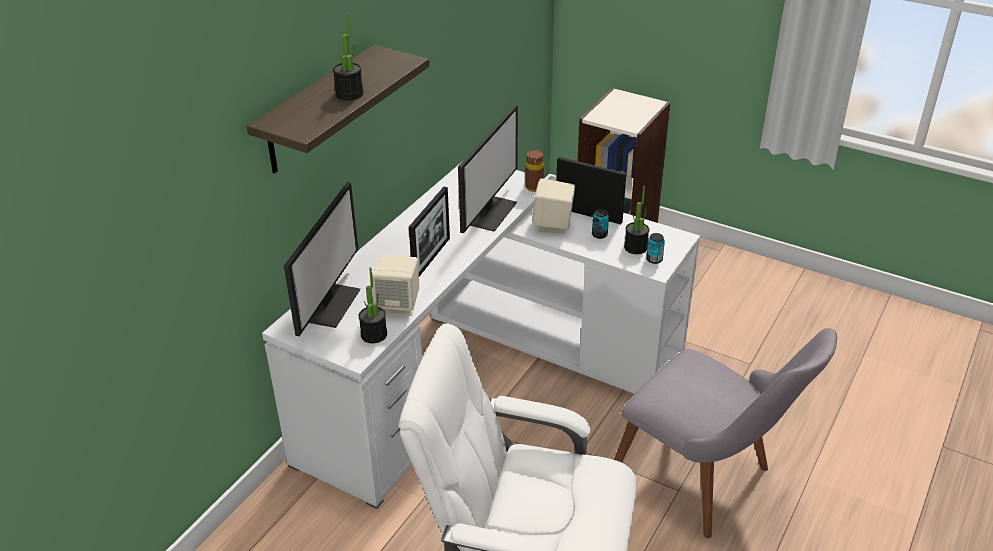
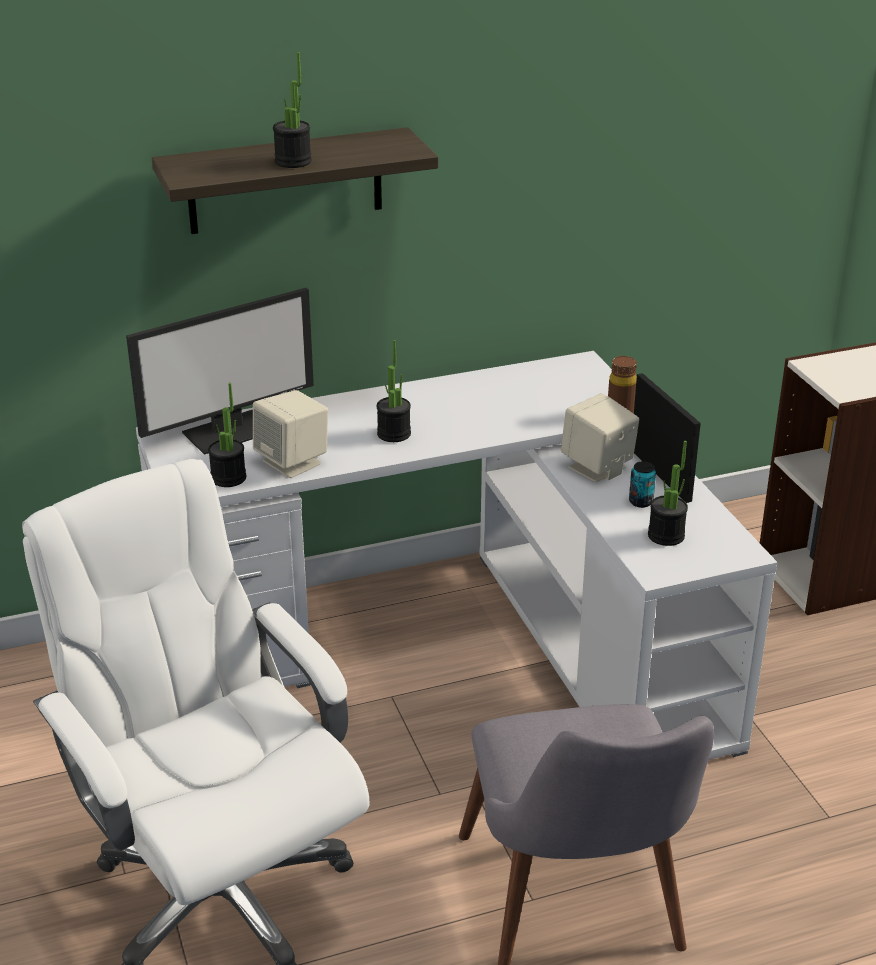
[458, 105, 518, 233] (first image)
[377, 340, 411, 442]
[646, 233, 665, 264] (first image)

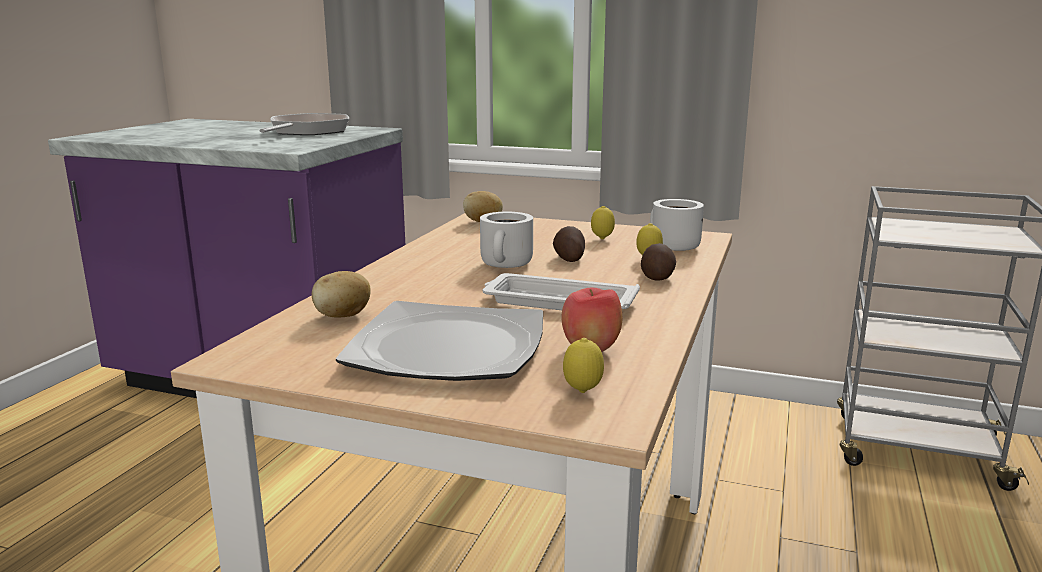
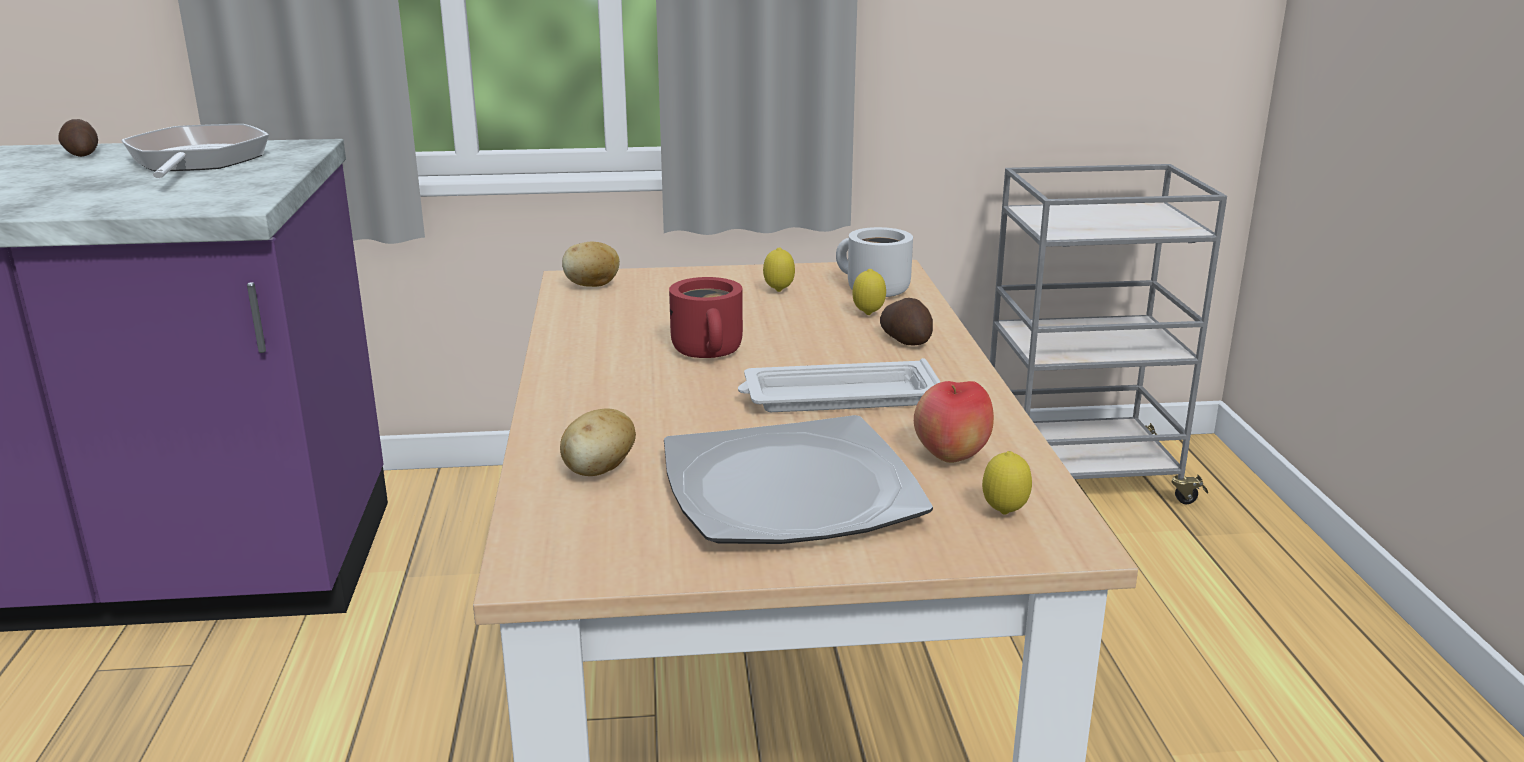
[669, 277, 743, 358]
[58, 119, 98, 157]

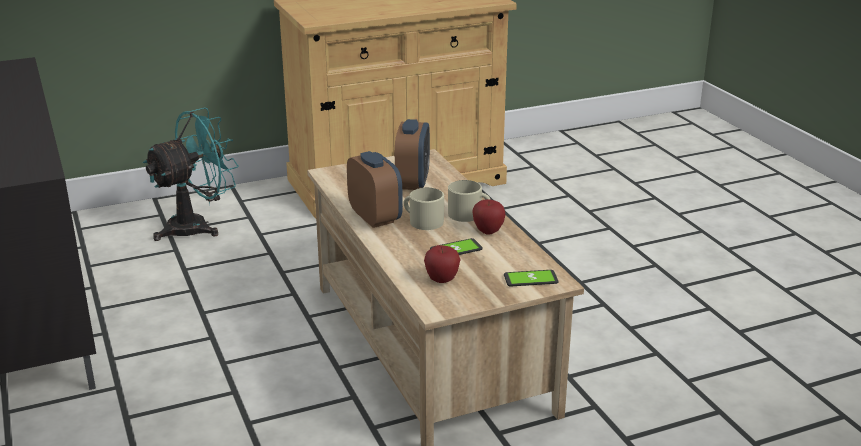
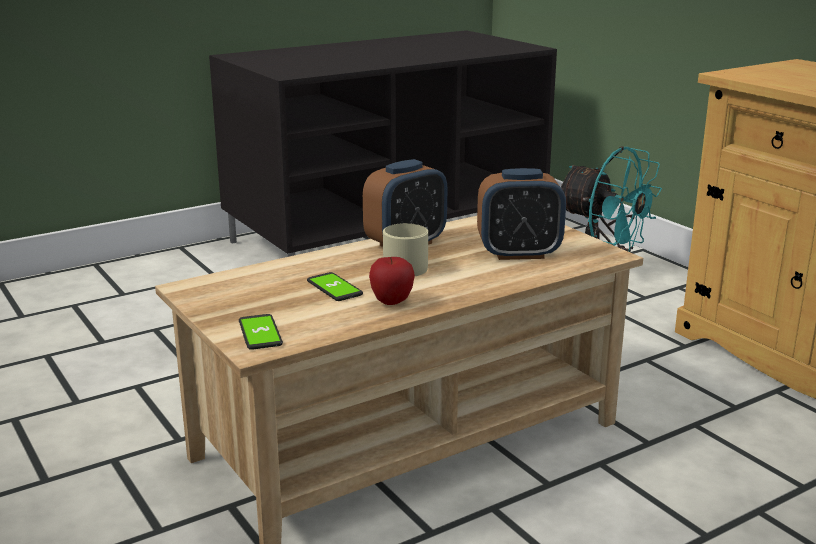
[448, 180, 491, 222] (first image)
[424, 245, 461, 283] (first image)

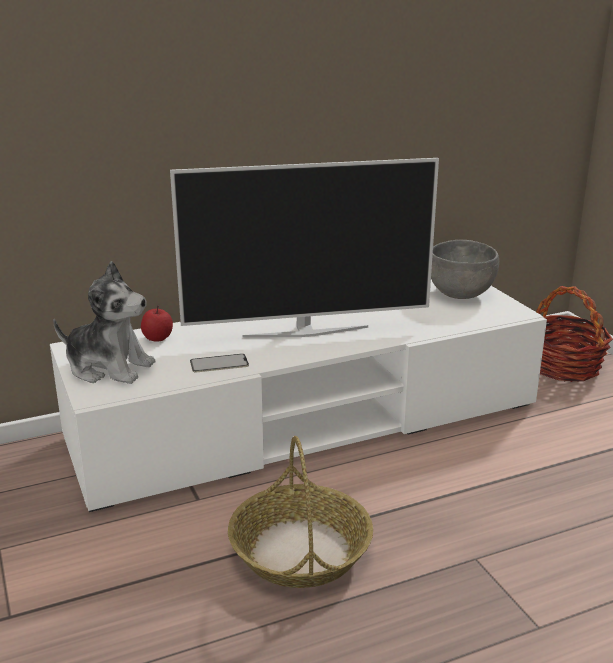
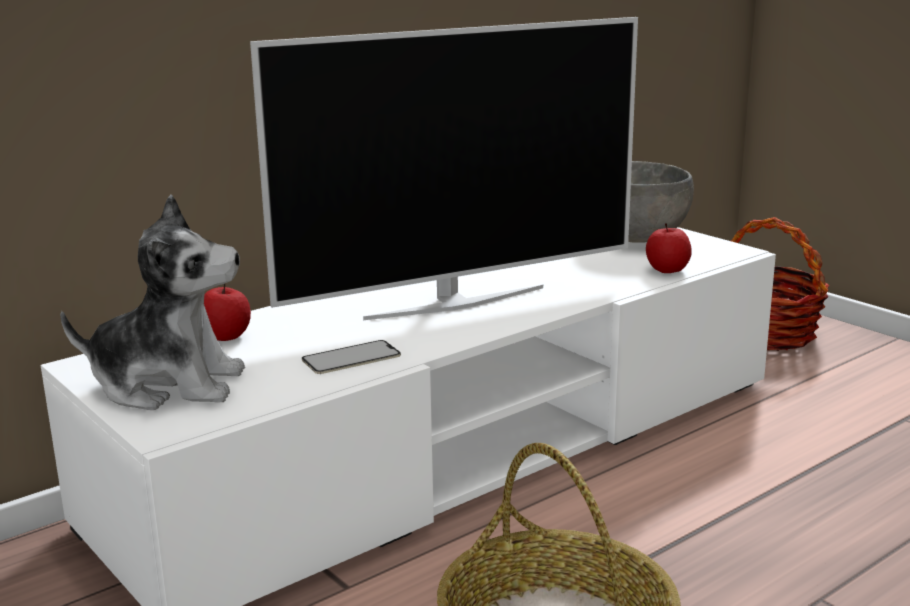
[646, 223, 692, 273]

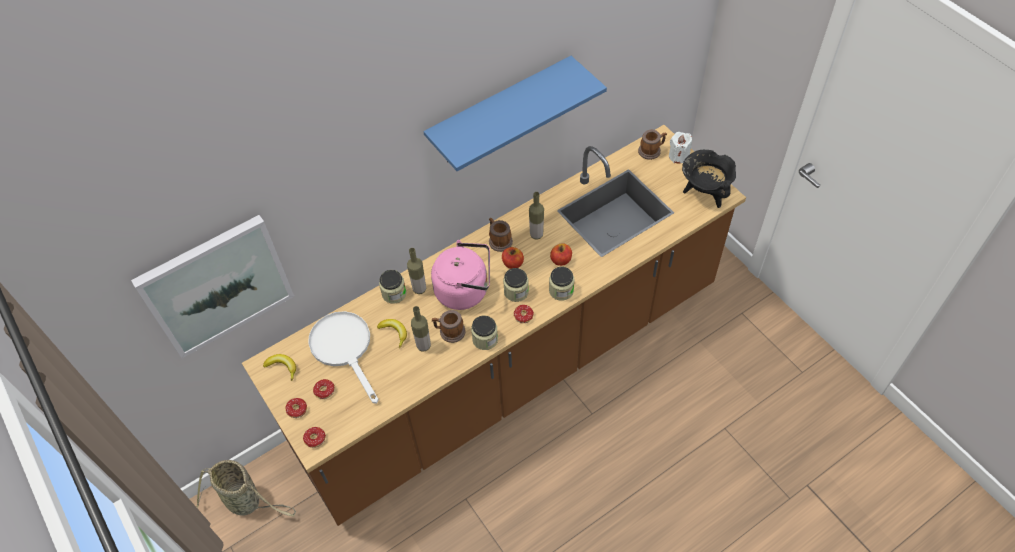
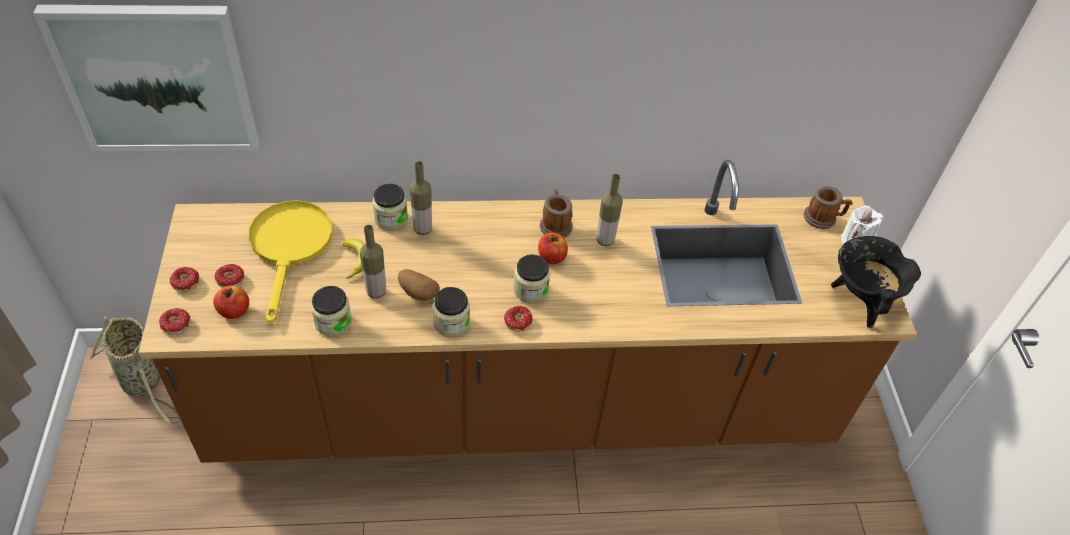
[423, 56, 607, 171] (first image)
[431, 240, 490, 310] (first image)
[213, 286, 249, 319]
[311, 286, 352, 337]
[398, 269, 440, 301]
[249, 200, 332, 324]
[263, 354, 296, 381] (first image)

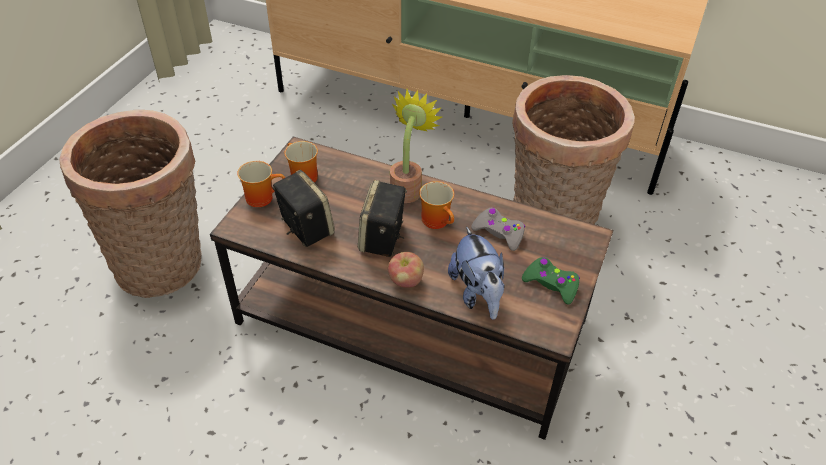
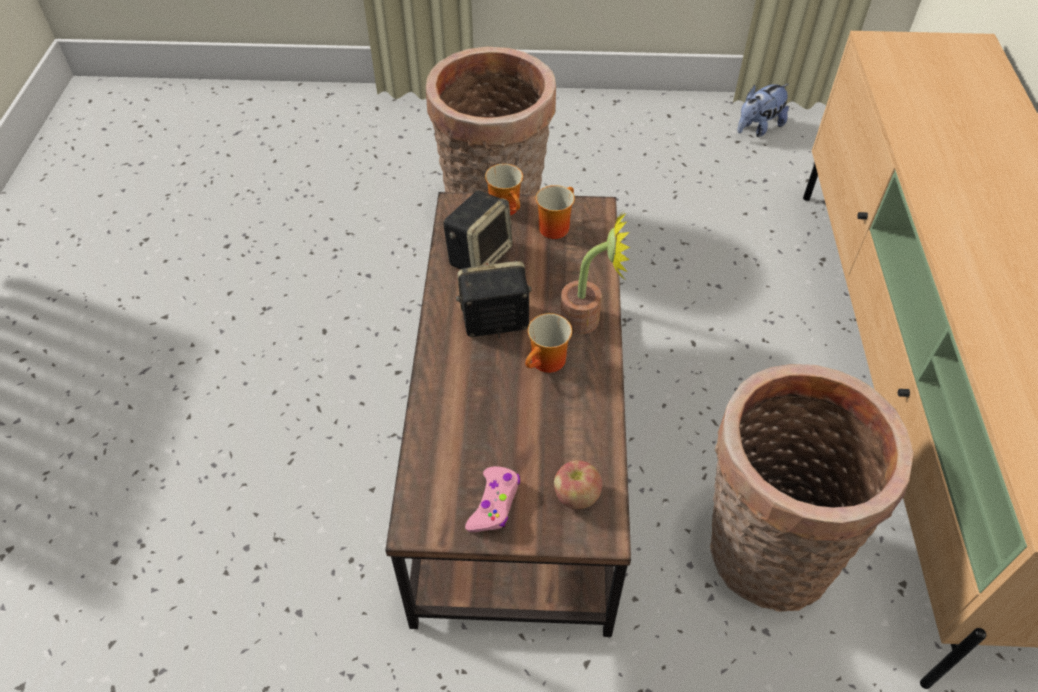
[471, 207, 525, 251] (first image)
[737, 84, 789, 137]
[554, 460, 602, 509]
[465, 466, 520, 532]

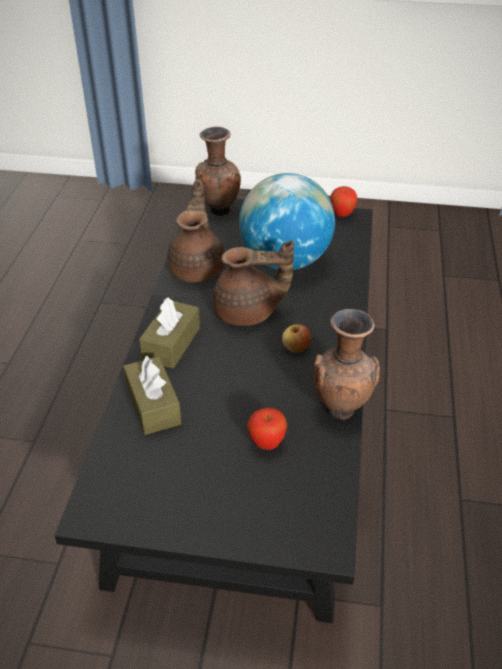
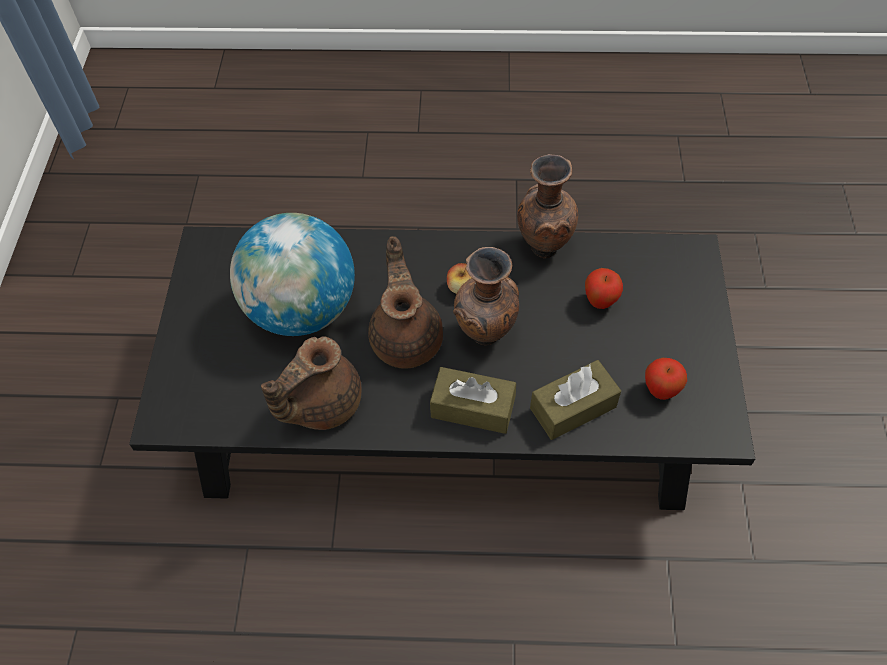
[453, 247, 519, 346]
[261, 337, 361, 430]
[645, 358, 687, 400]

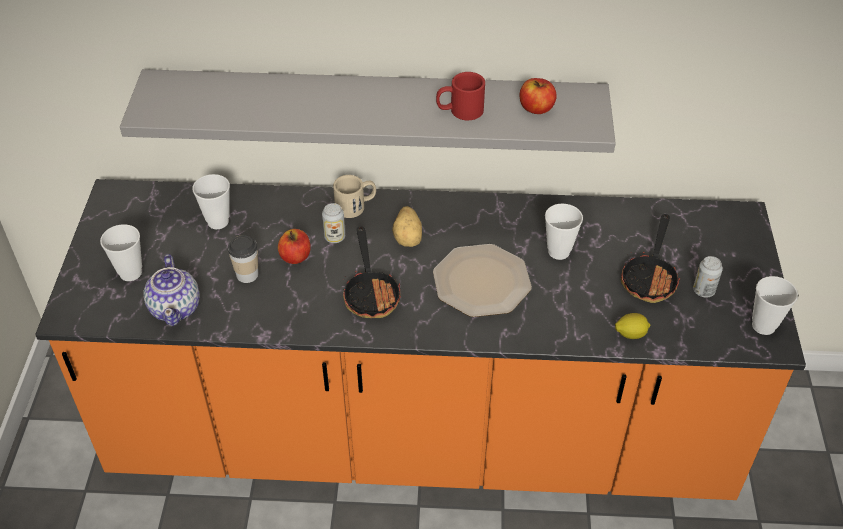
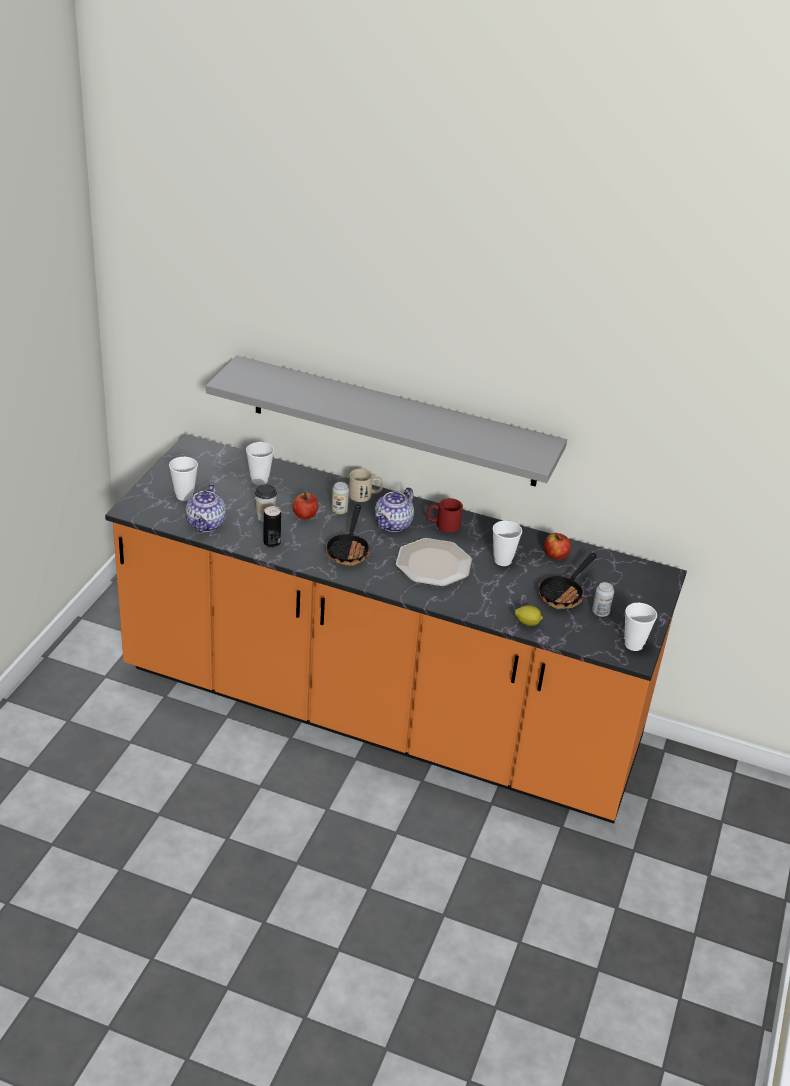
[427, 498, 463, 533]
[544, 533, 571, 560]
[374, 487, 414, 532]
[263, 506, 281, 547]

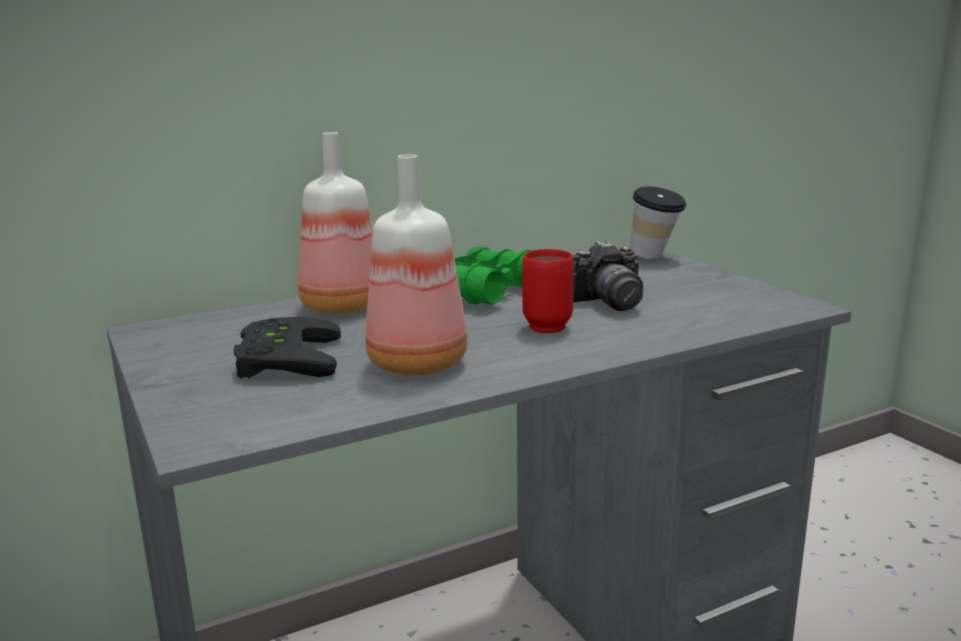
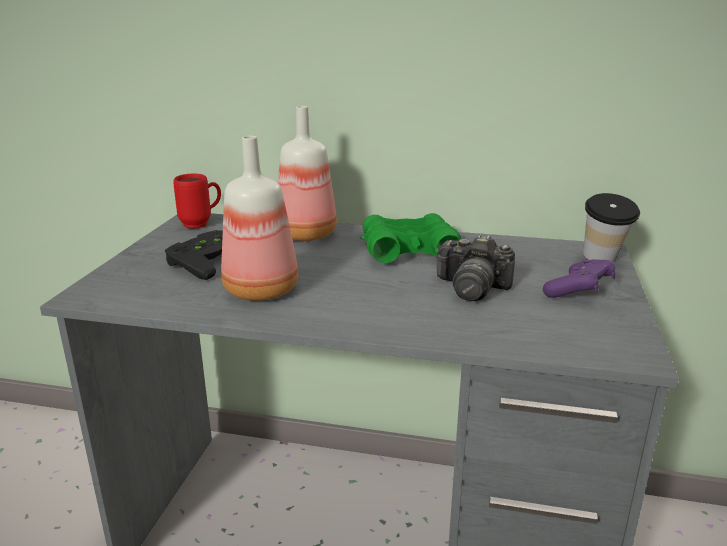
[174, 174, 221, 229]
[543, 259, 615, 298]

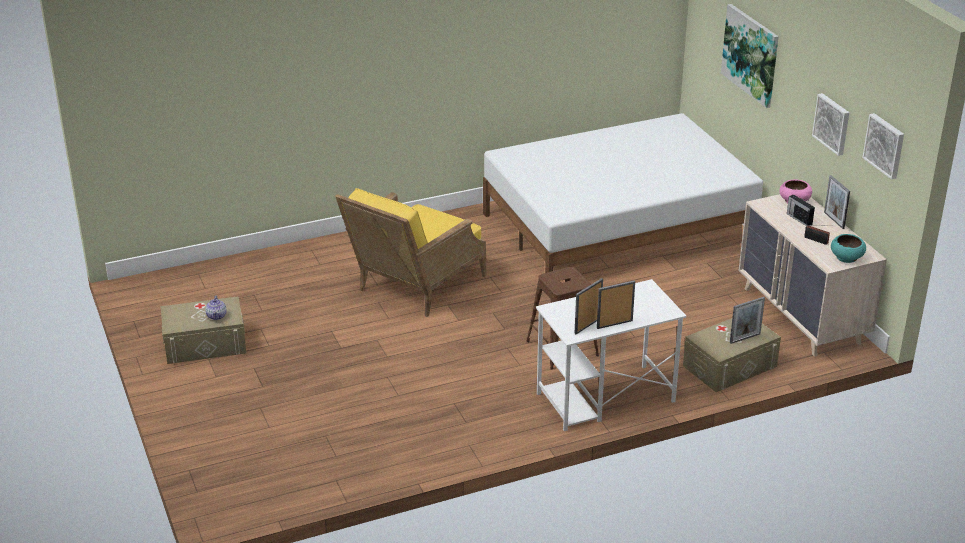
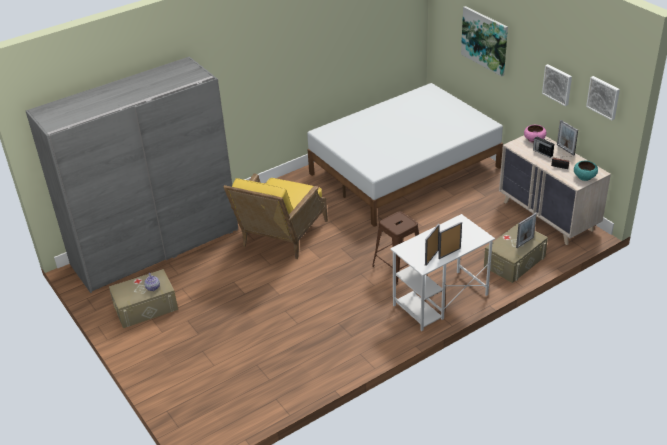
[26, 56, 238, 293]

